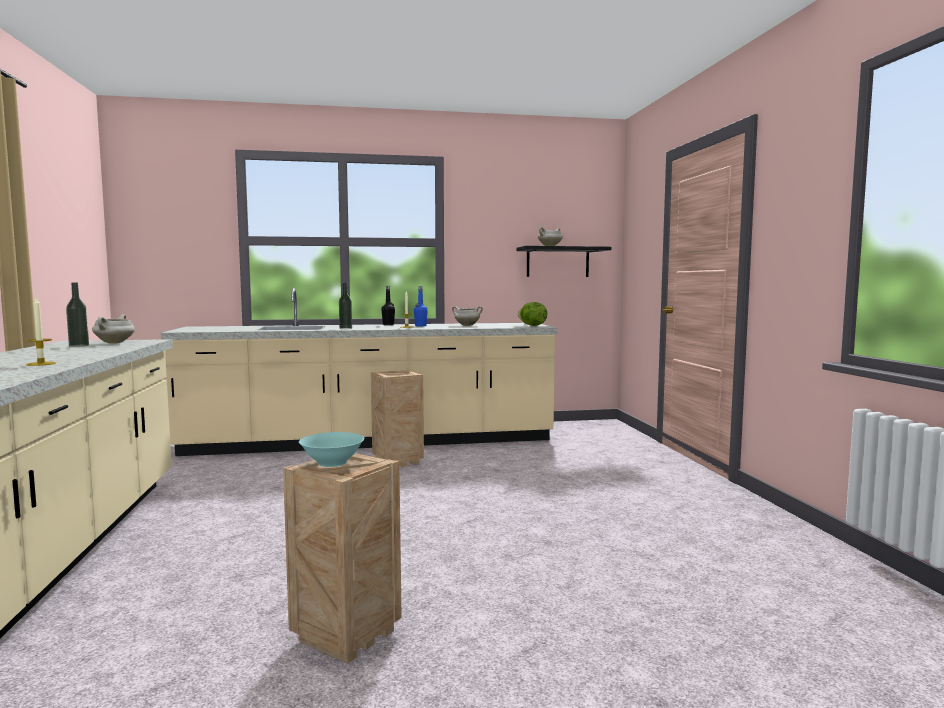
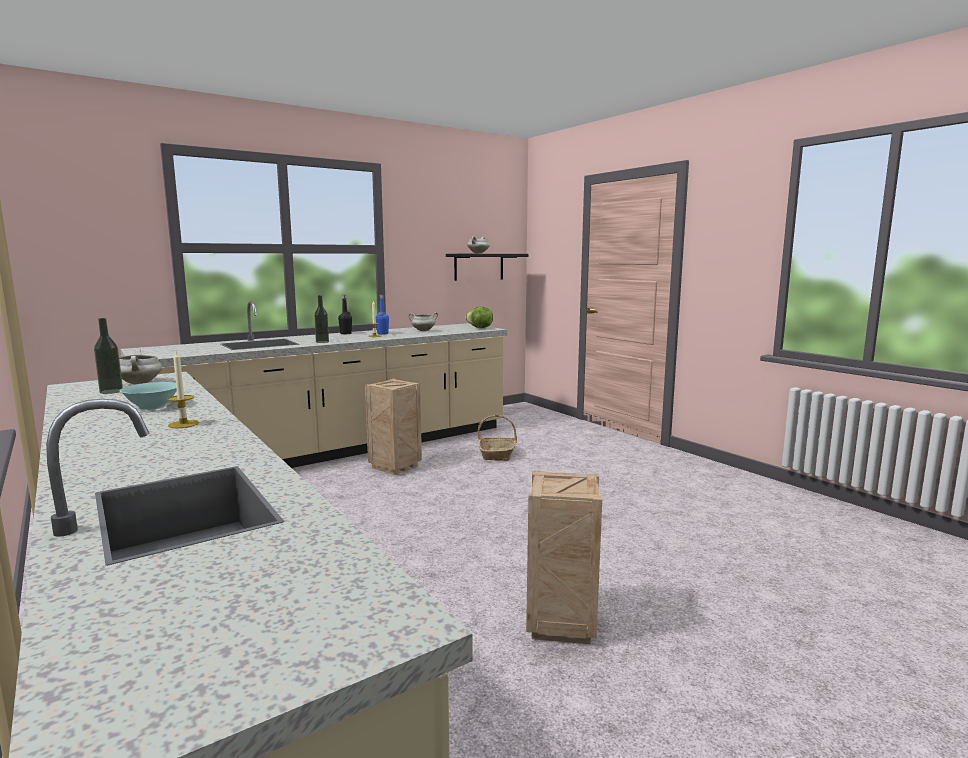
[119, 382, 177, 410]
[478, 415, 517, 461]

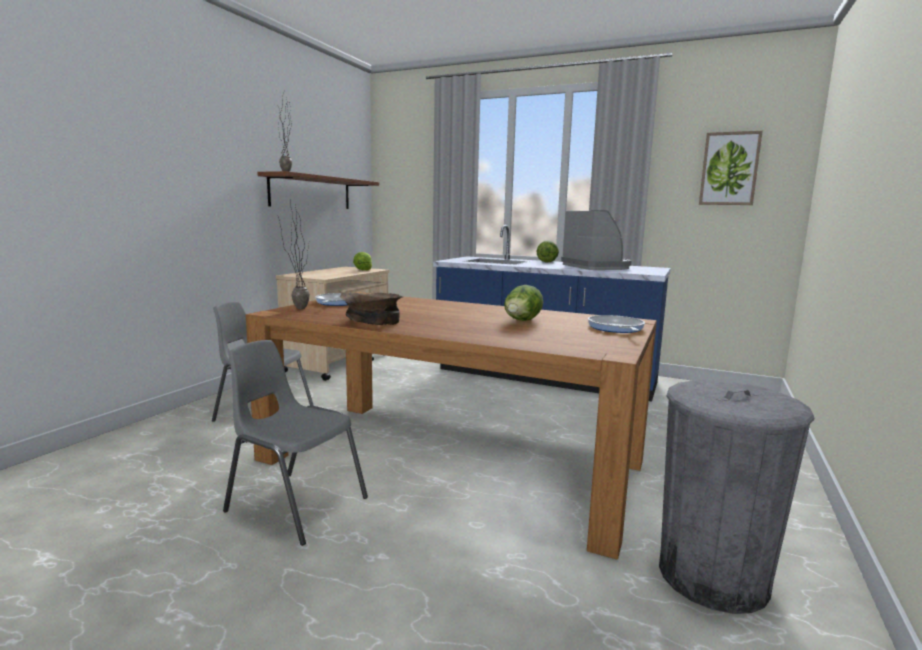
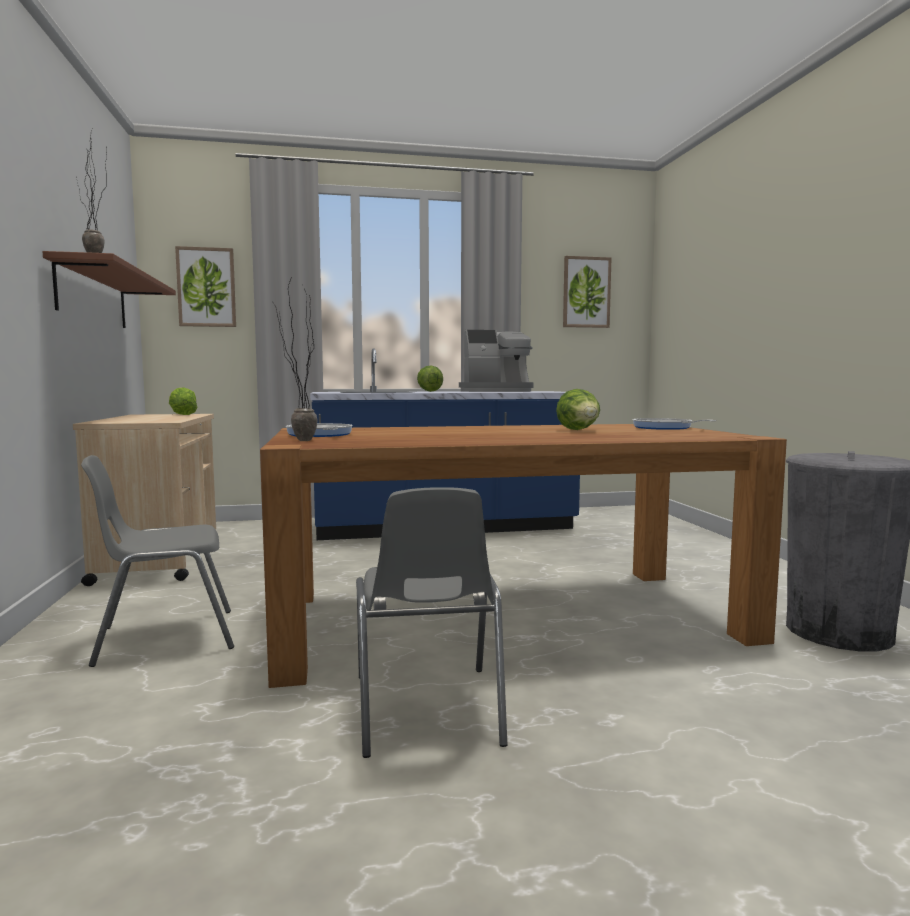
[459, 330, 533, 392]
[340, 292, 403, 325] (first image)
[356, 487, 508, 758]
[175, 246, 236, 327]

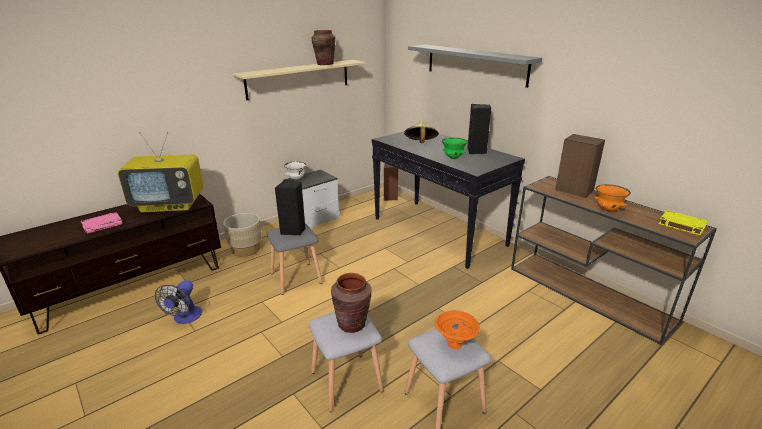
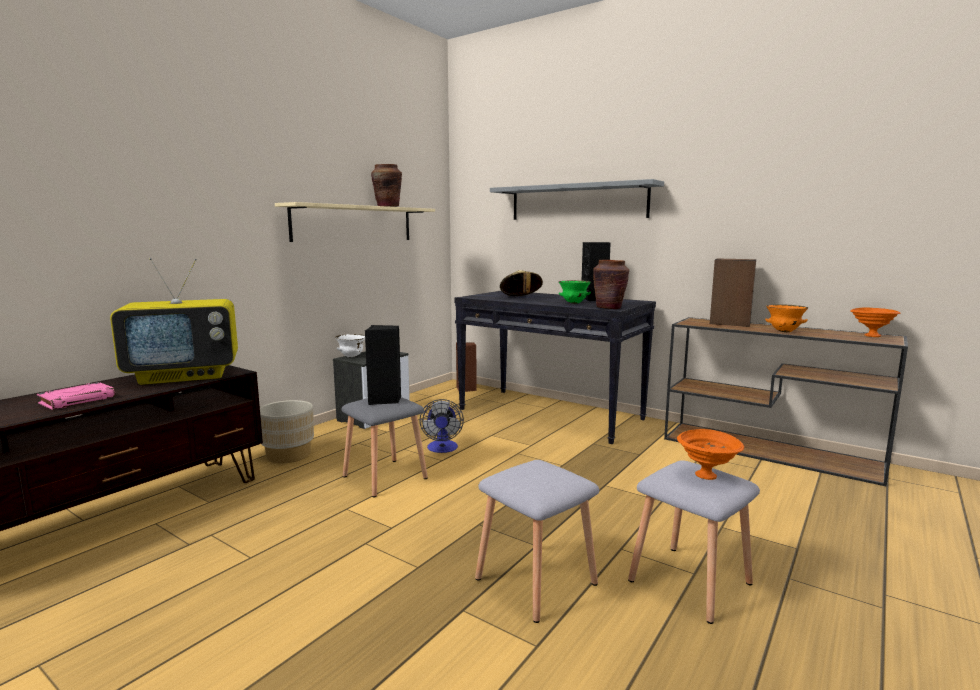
[850, 308, 901, 337]
[593, 260, 629, 309]
[420, 399, 464, 453]

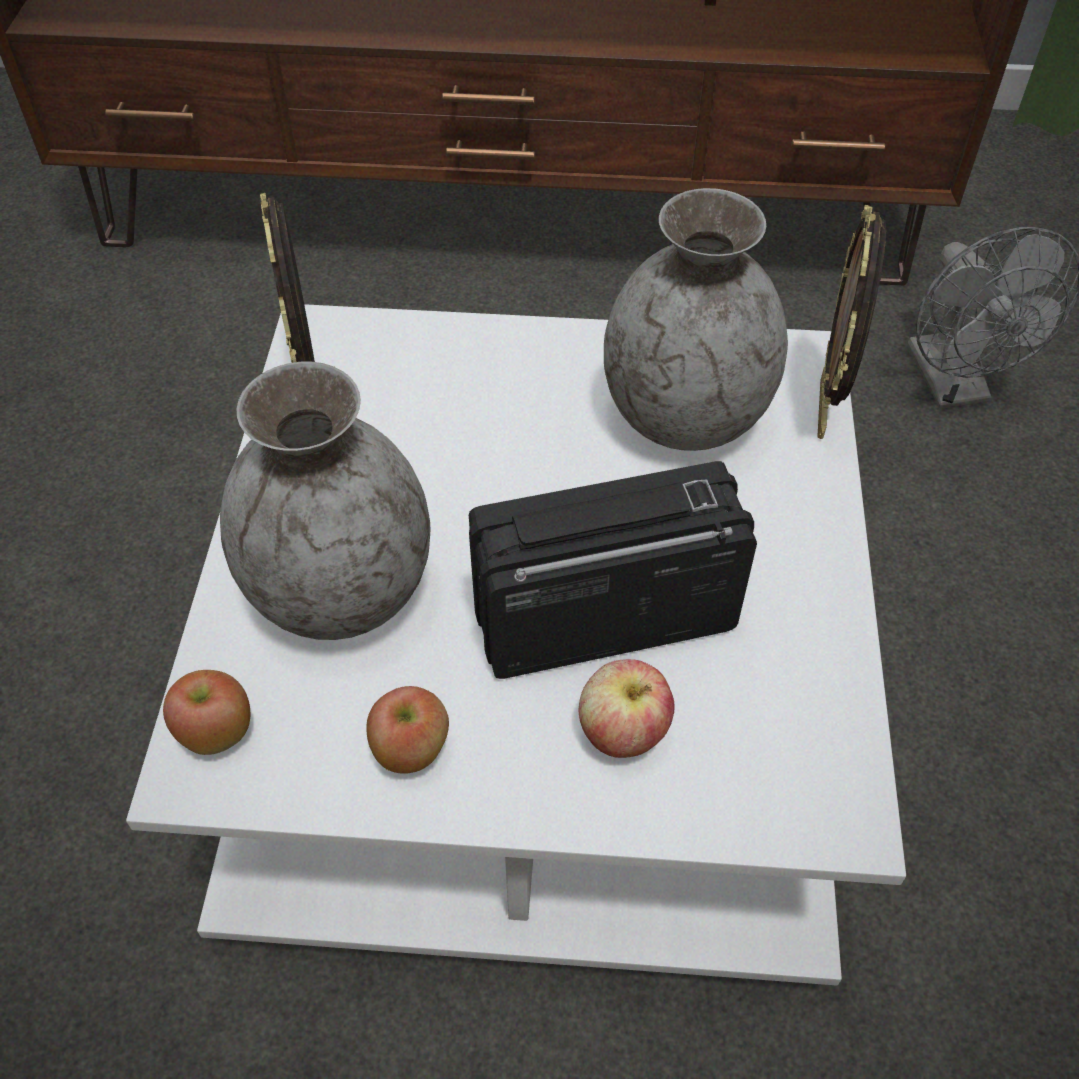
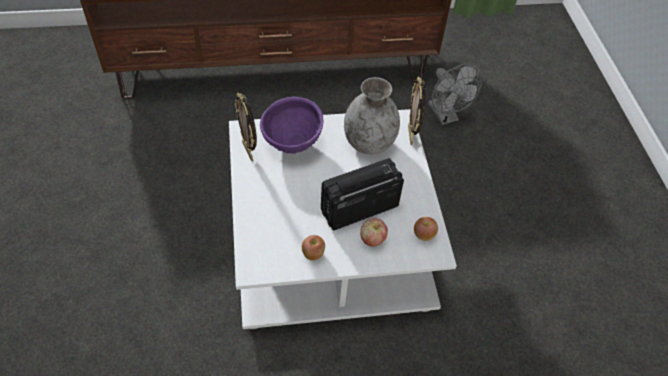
[220, 362, 430, 640] (first image)
[414, 217, 438, 241]
[260, 97, 323, 154]

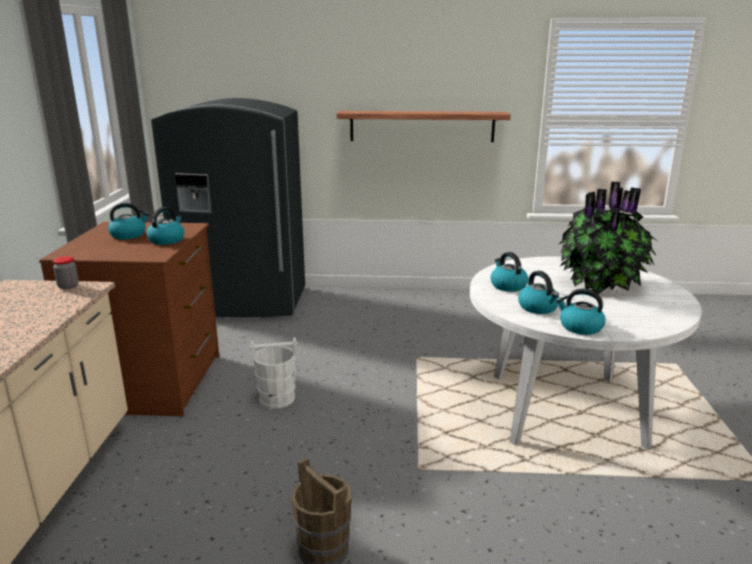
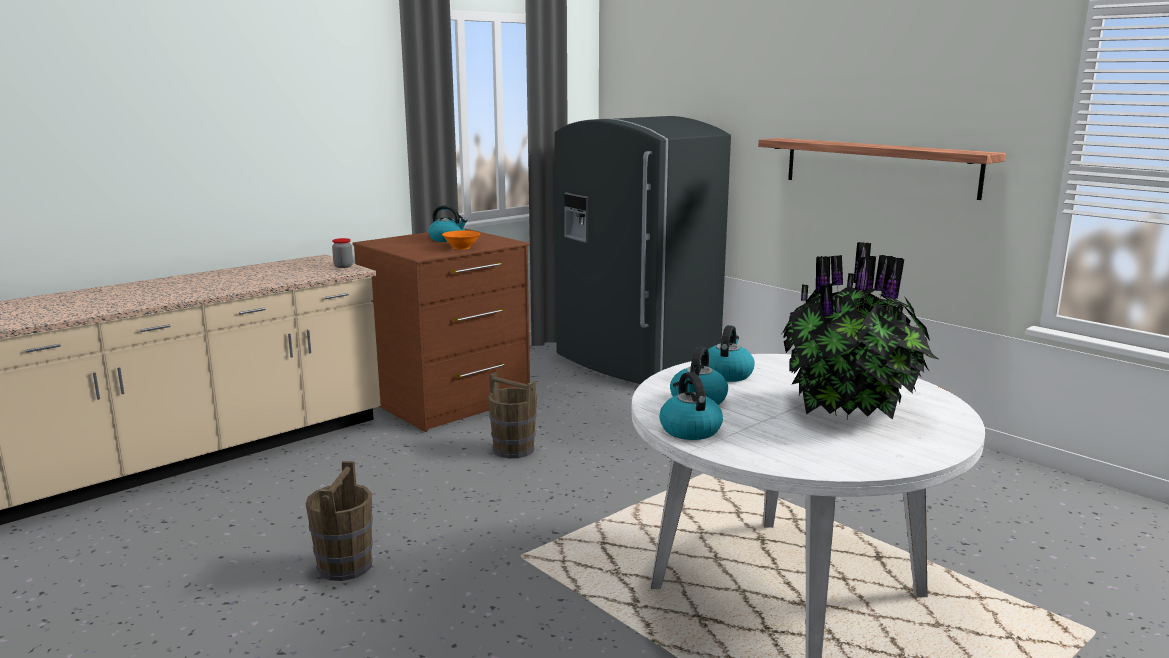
[442, 231, 480, 250]
[488, 372, 537, 458]

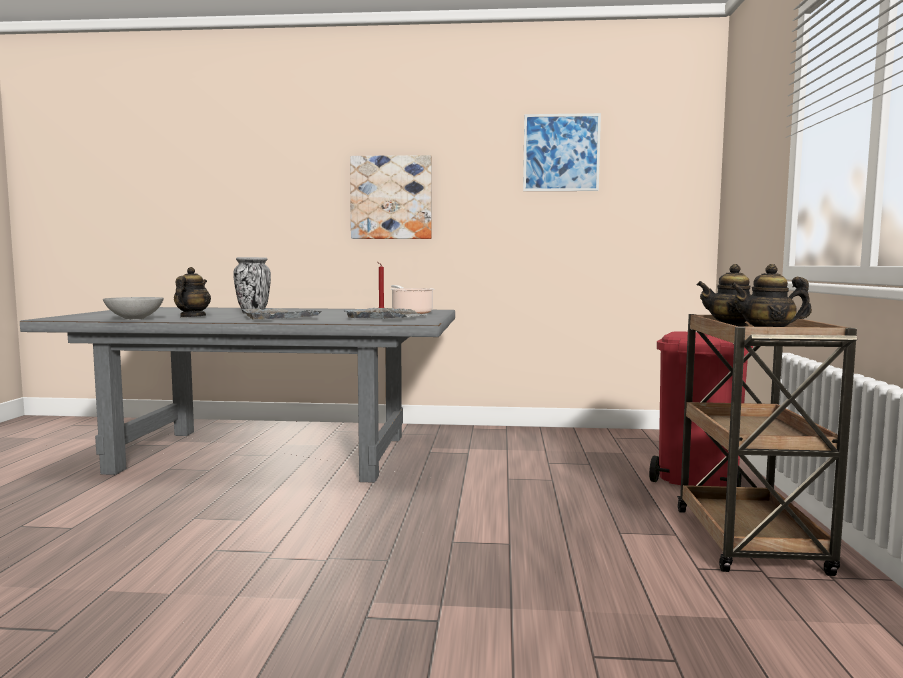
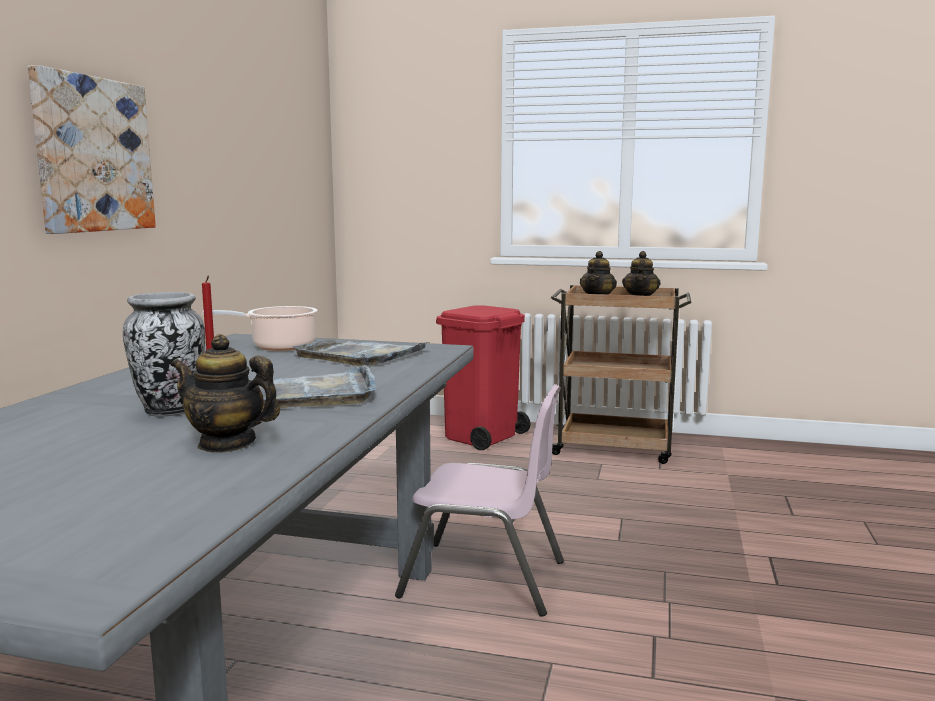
[523, 113, 601, 191] (first image)
[103, 297, 164, 320] (first image)
[395, 384, 564, 617]

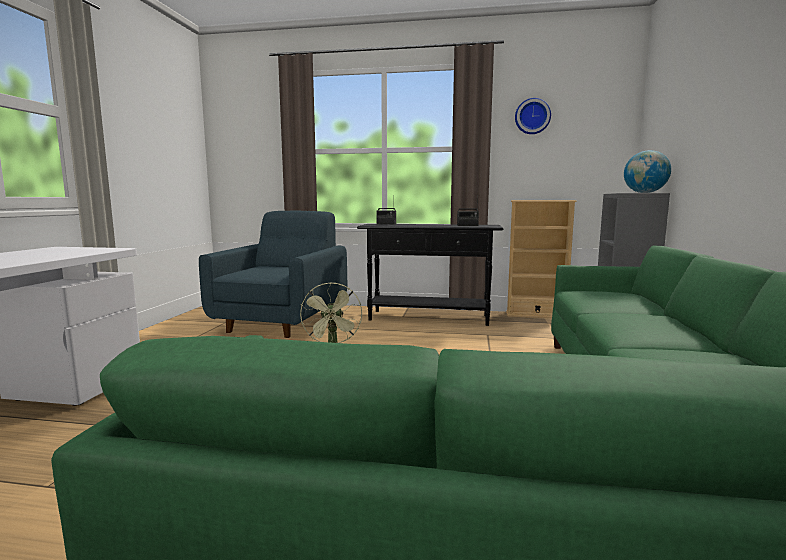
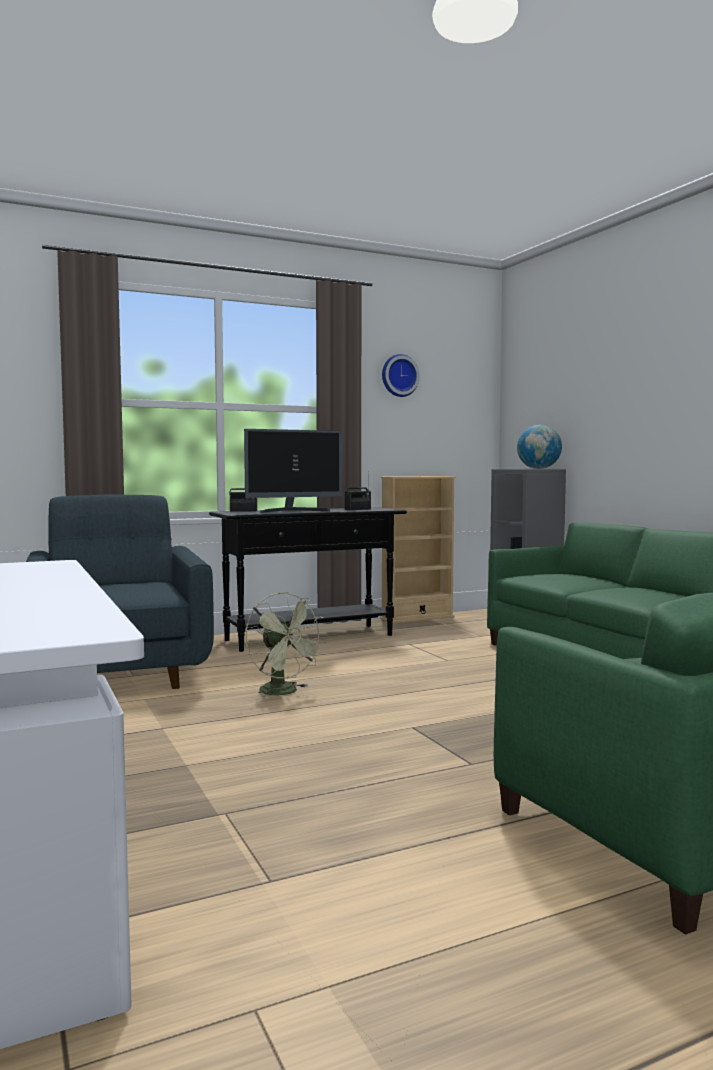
[244, 429, 342, 513]

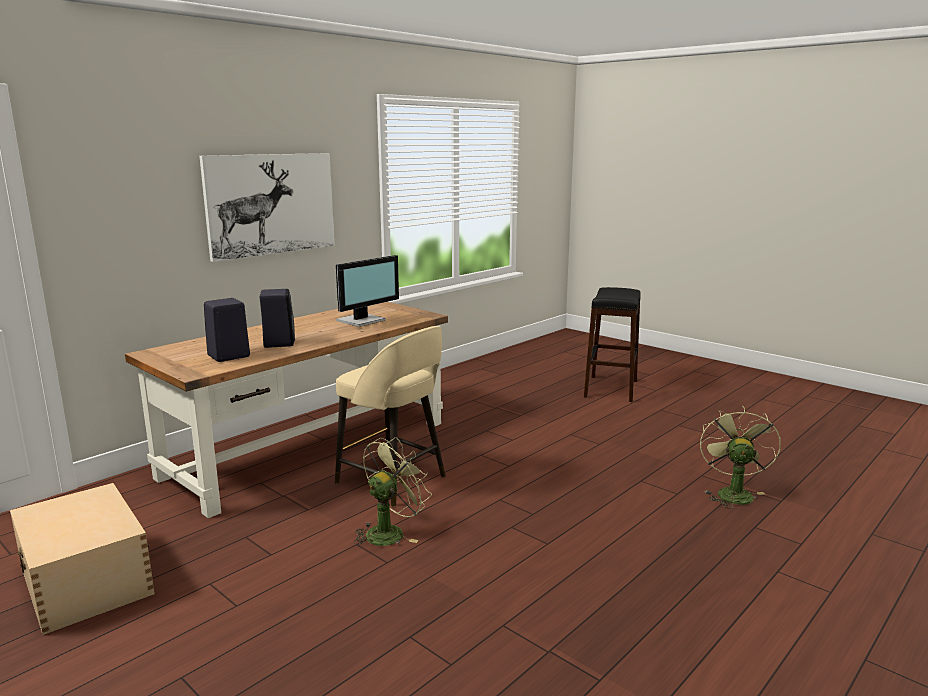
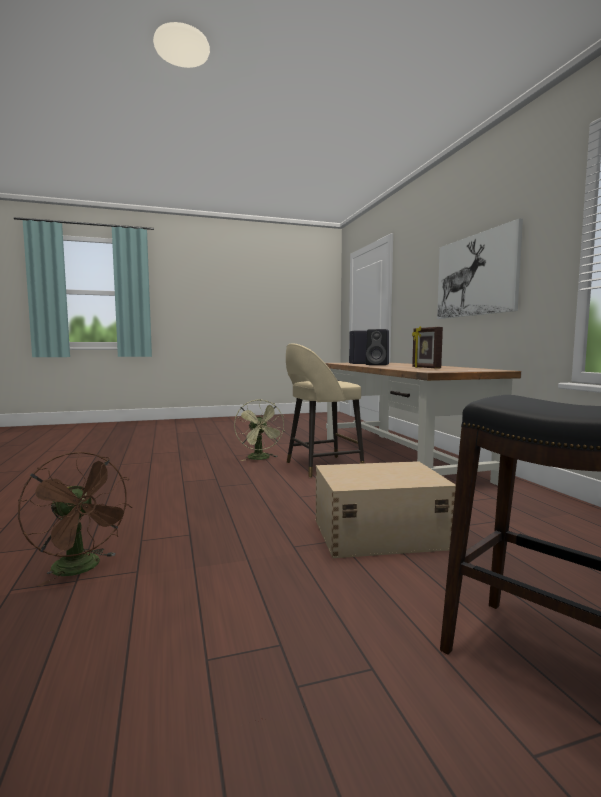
[412, 326, 443, 368]
[18, 452, 133, 587]
[316, 461, 456, 558]

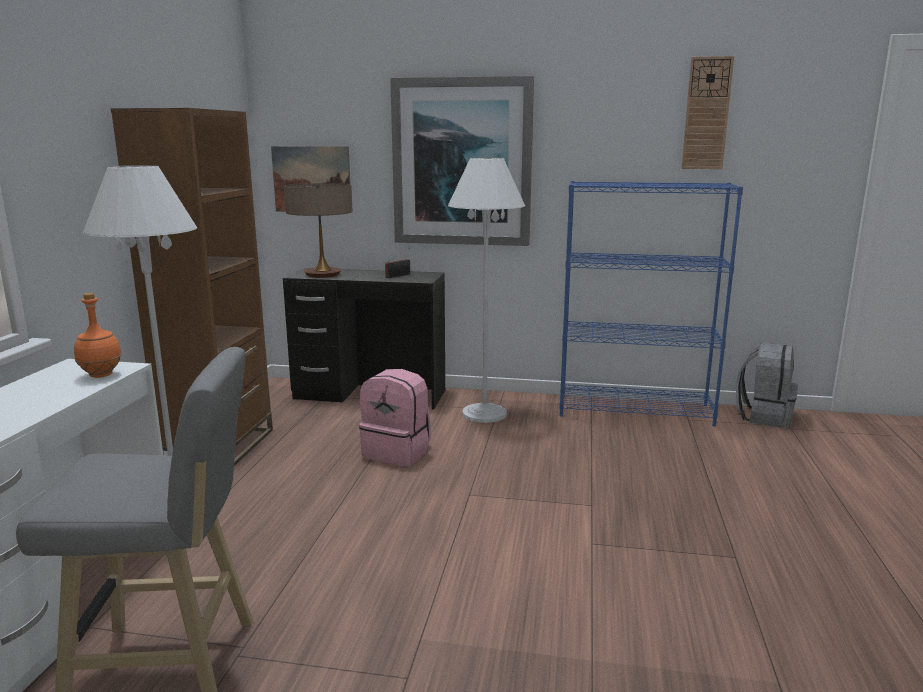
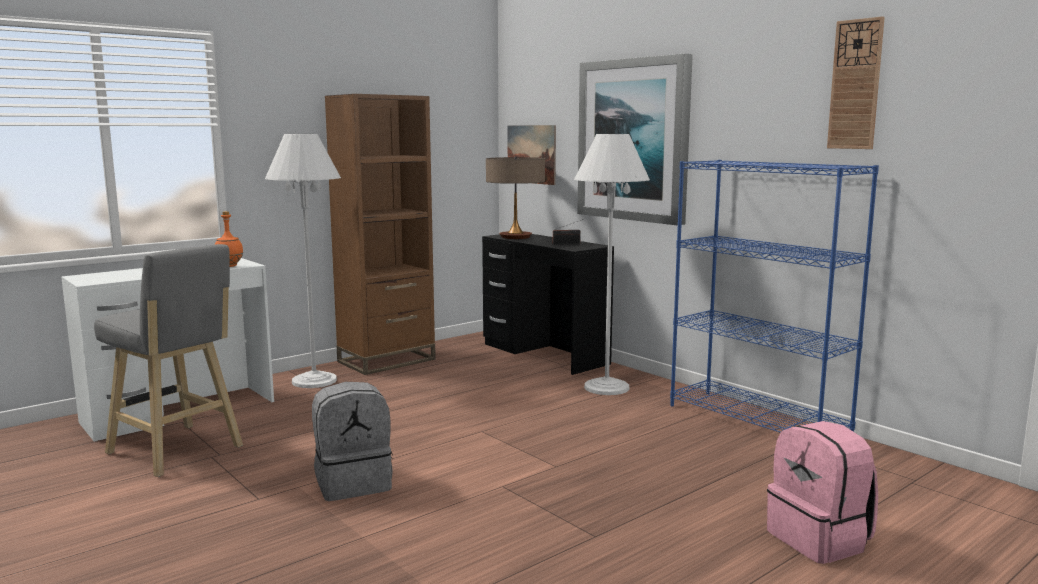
[312, 382, 393, 501]
[767, 421, 878, 564]

